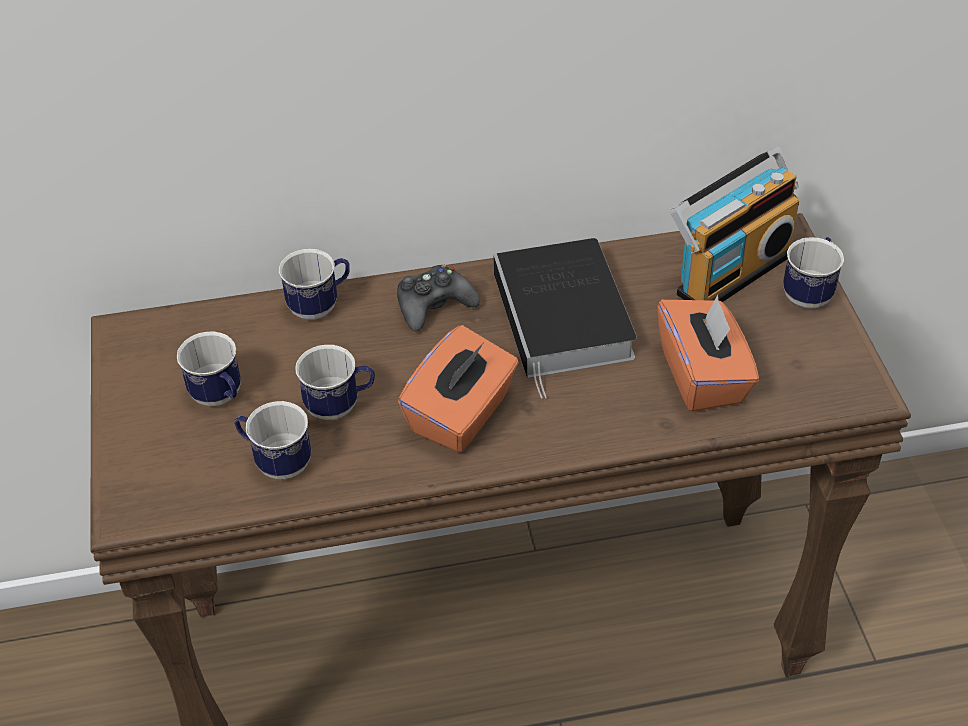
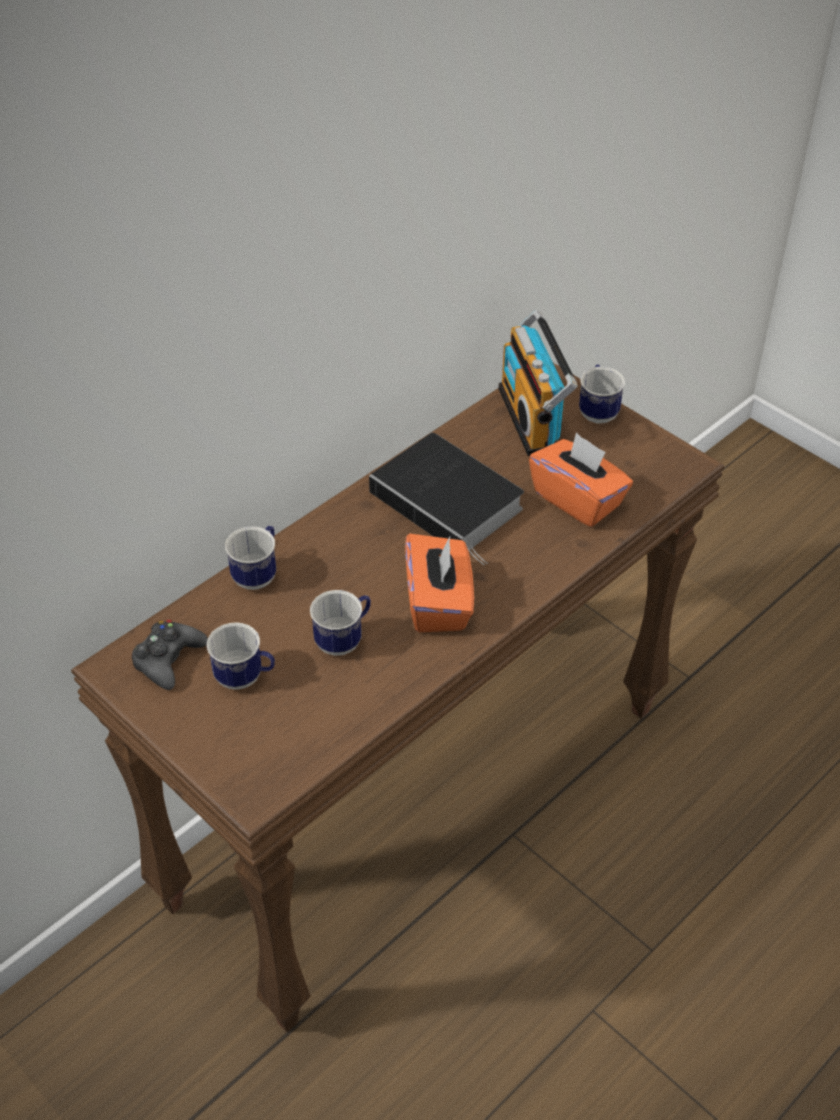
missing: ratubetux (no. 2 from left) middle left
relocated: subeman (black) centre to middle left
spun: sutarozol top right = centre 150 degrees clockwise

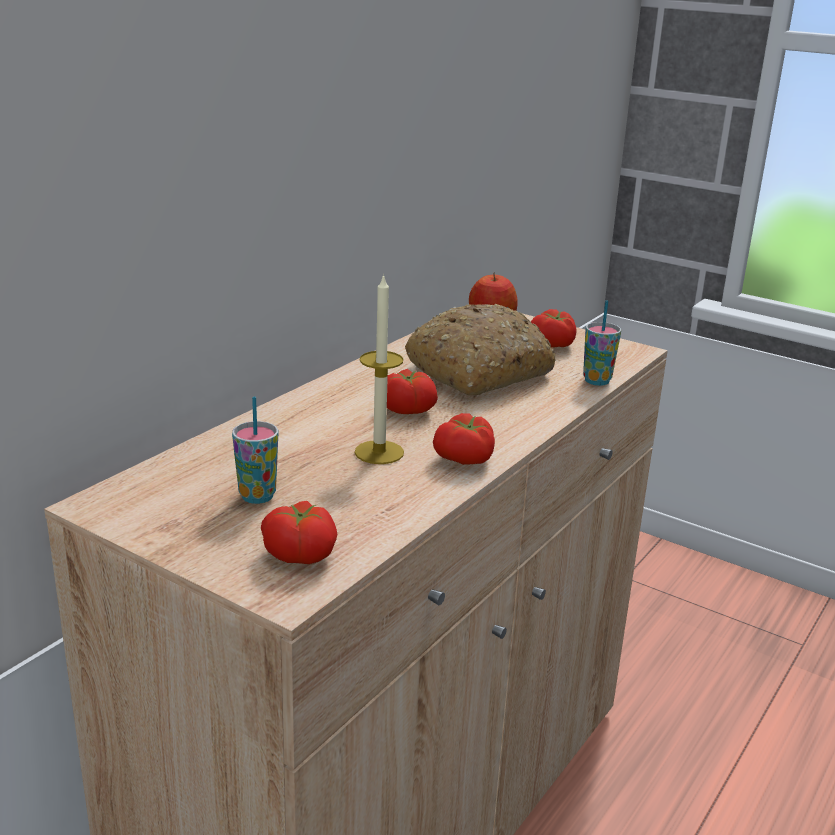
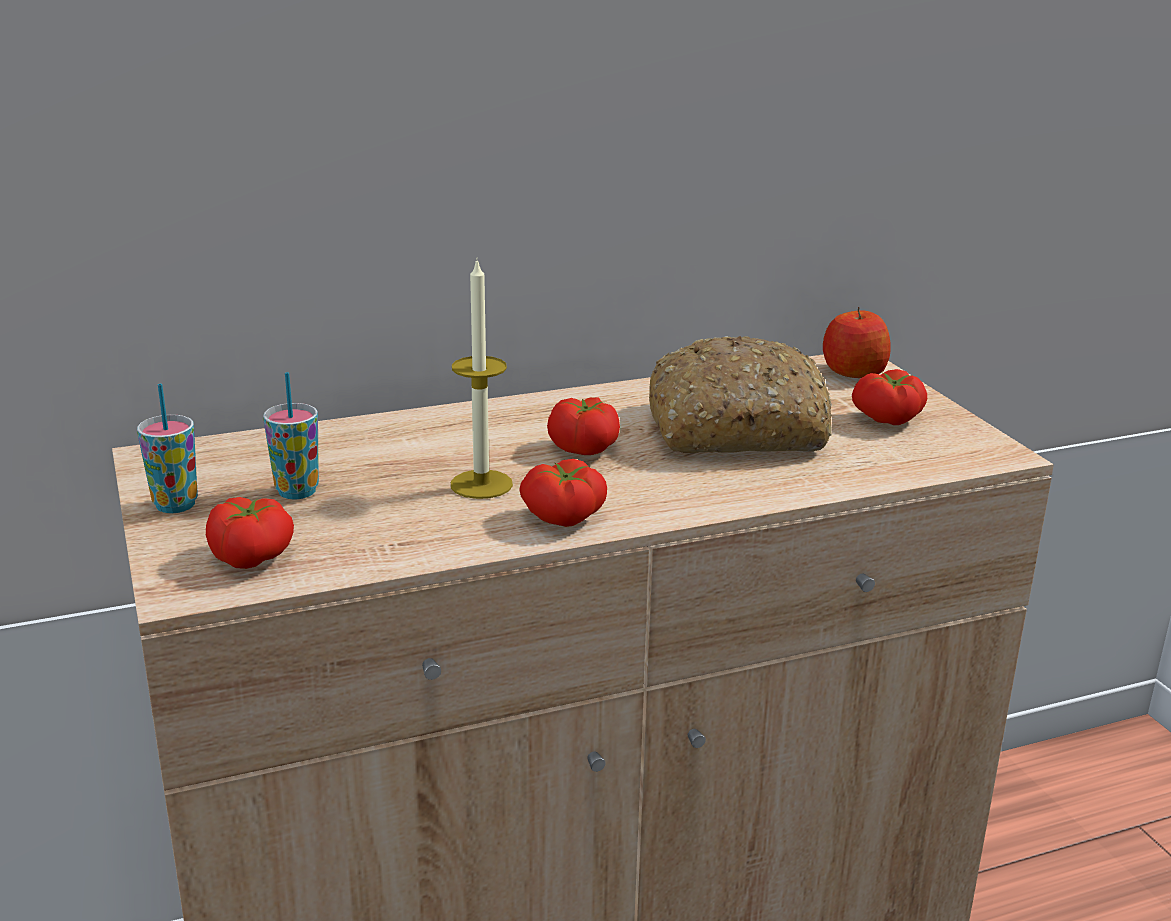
relocated: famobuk (no. 2 from left in the first image) middle right to famobuk (no. 1 from left) middle left

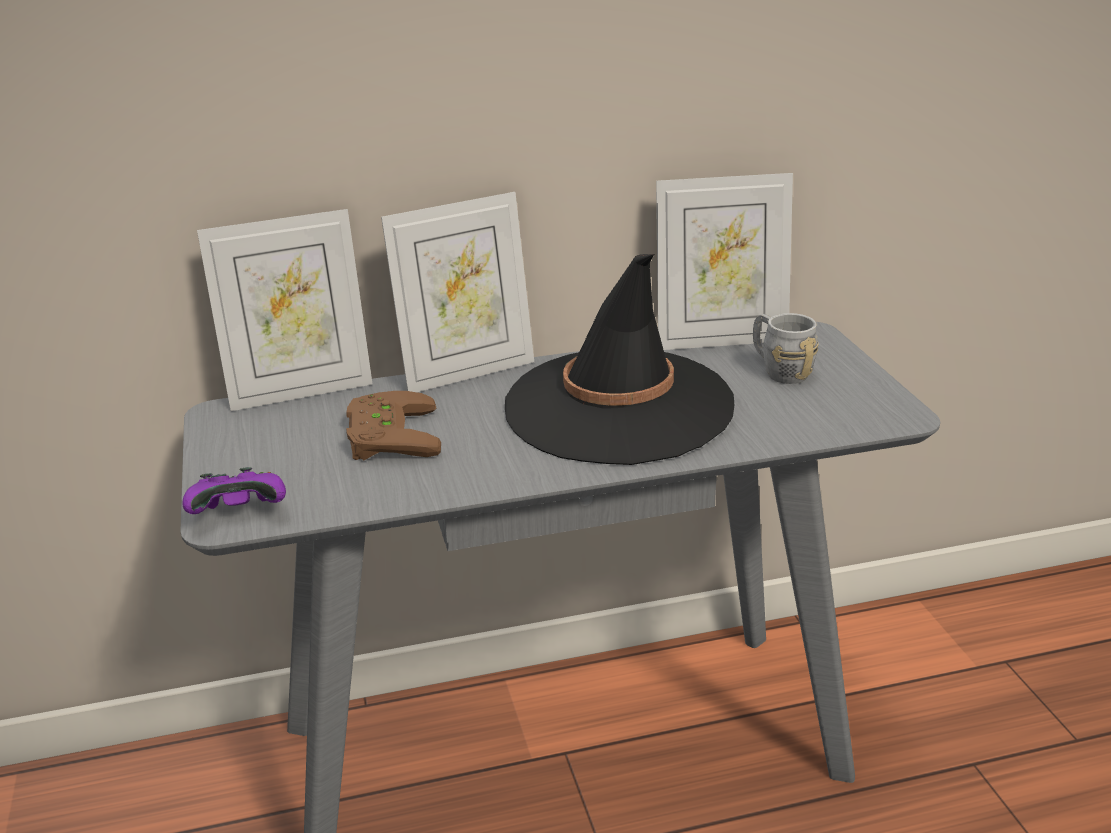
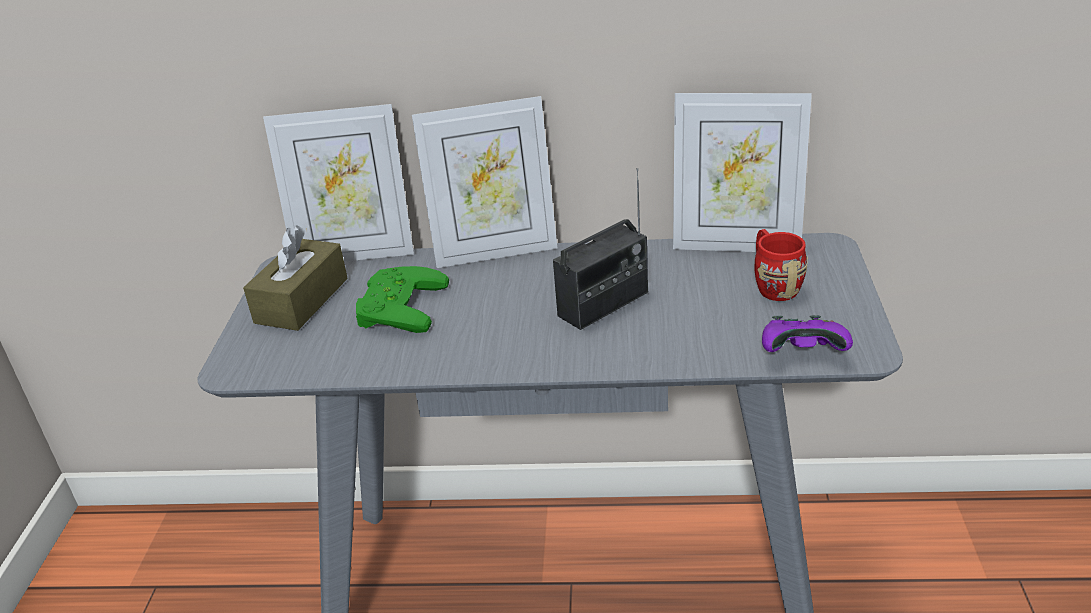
appeared: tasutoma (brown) middle left
relocated: subeman (purple) middle left to middle right
exchanged: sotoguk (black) centre to sutarozol centre
colour: subeman (brown) centre to subeman (green) centre; ratubetux (grey) middle right to ratubetux (red) middle right

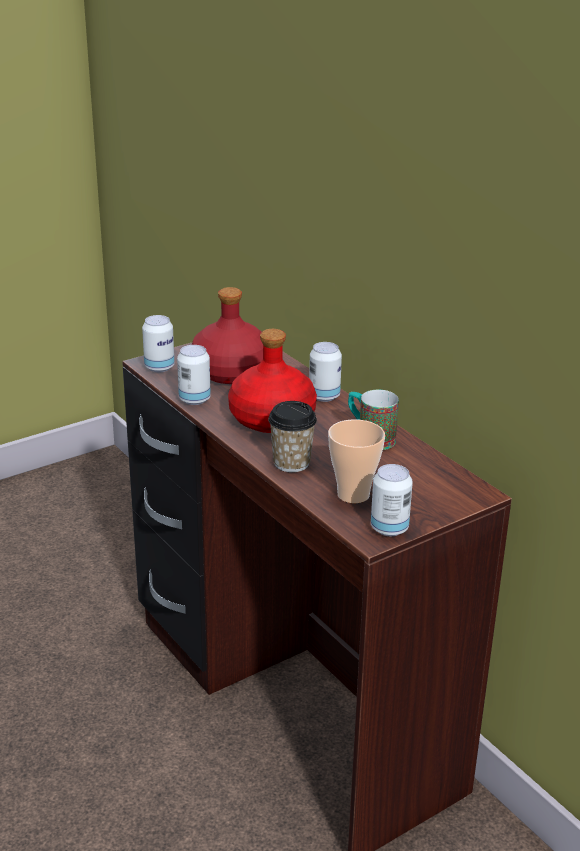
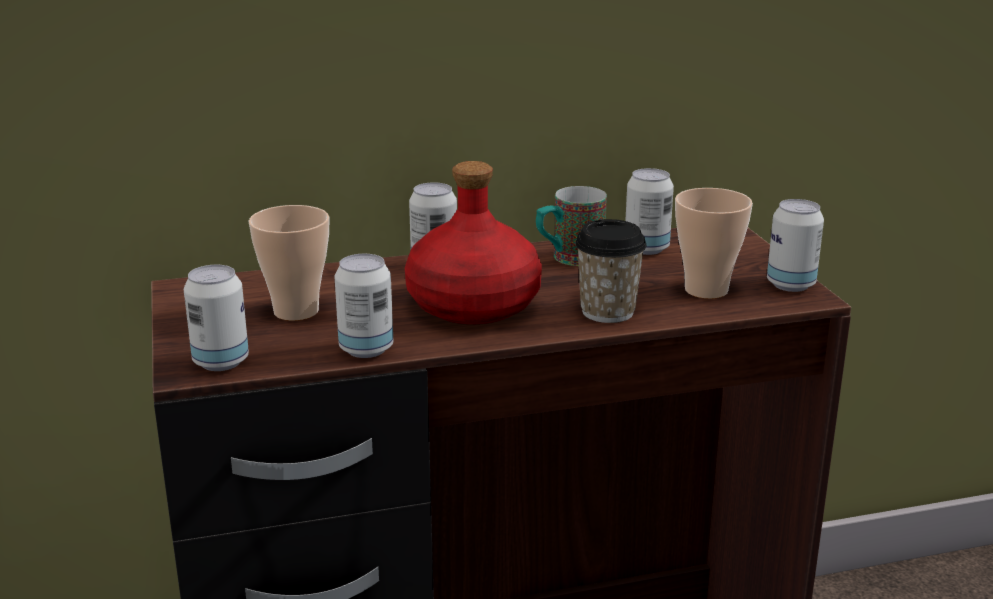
appeared: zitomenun (no. 4 from left) centre
exchanged: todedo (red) (no. 1 from left) centre to famobuk (no. 1 from left) middle left

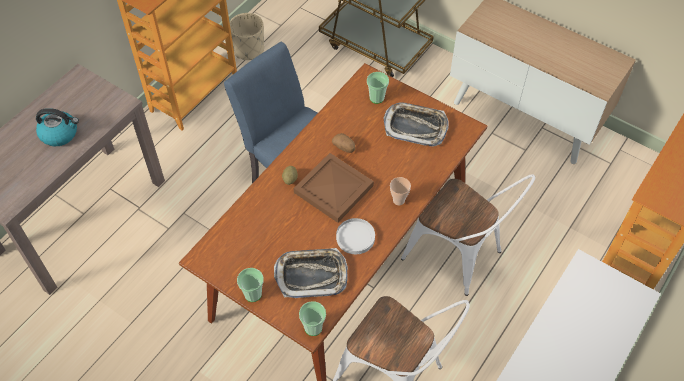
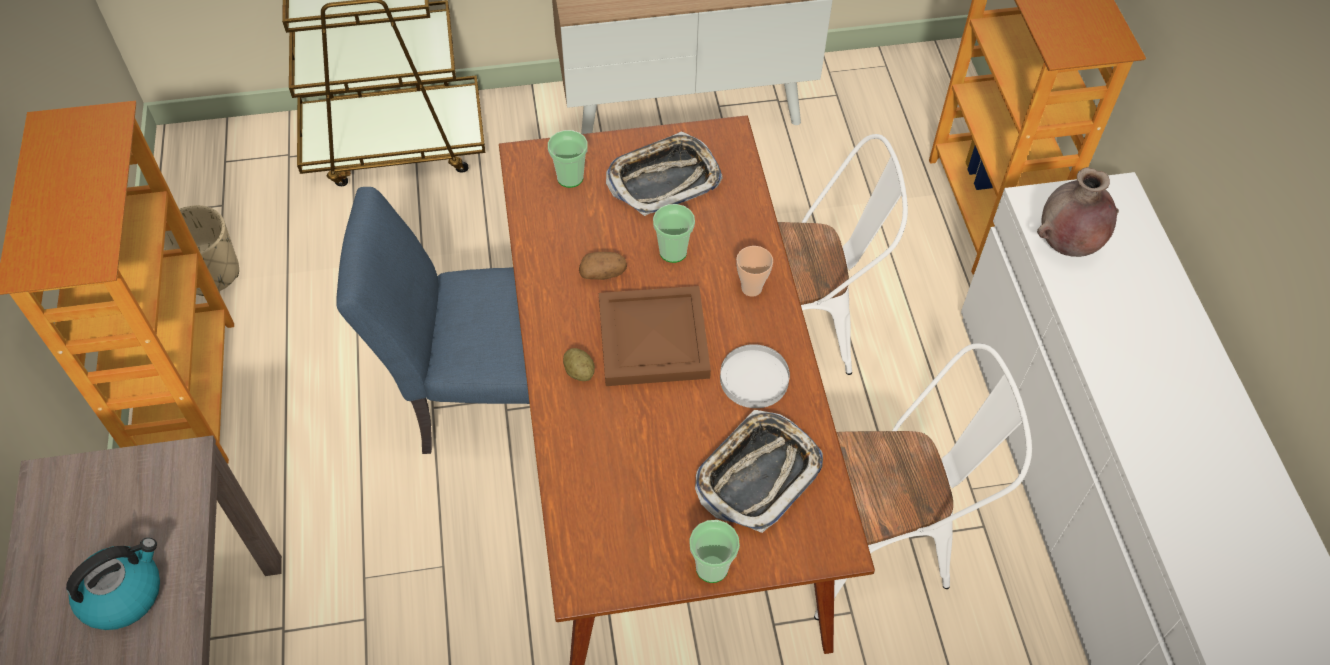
appeared: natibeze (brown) top right
relocated: famobuk (no. 2 from left) bottom centre to centre

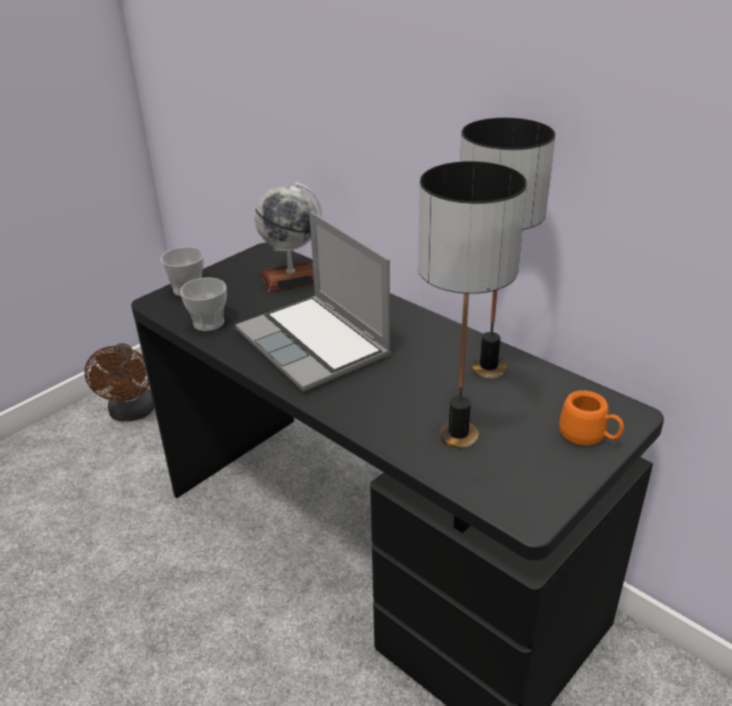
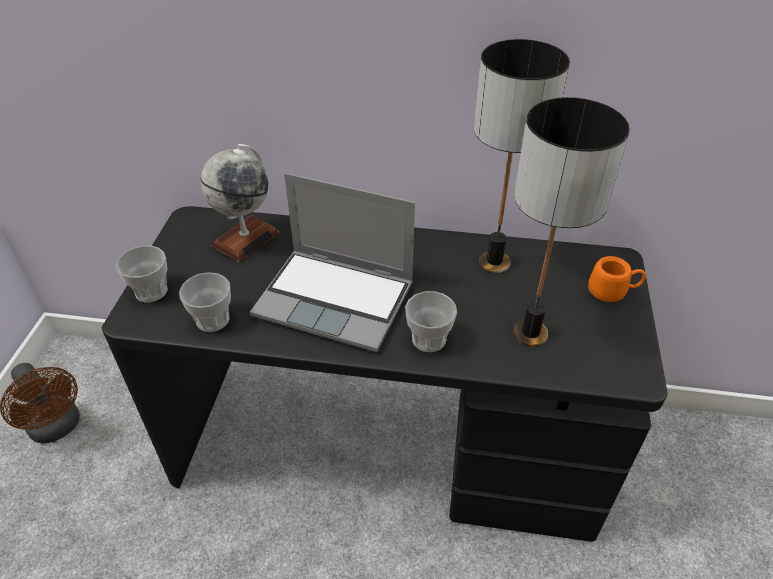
appeared: famobuk (no. 3 from left) centre

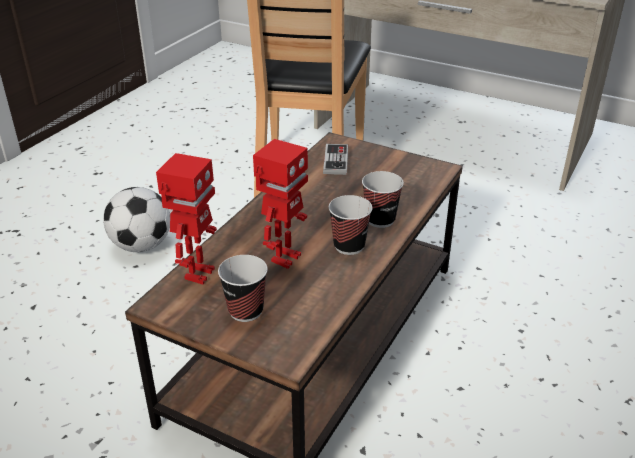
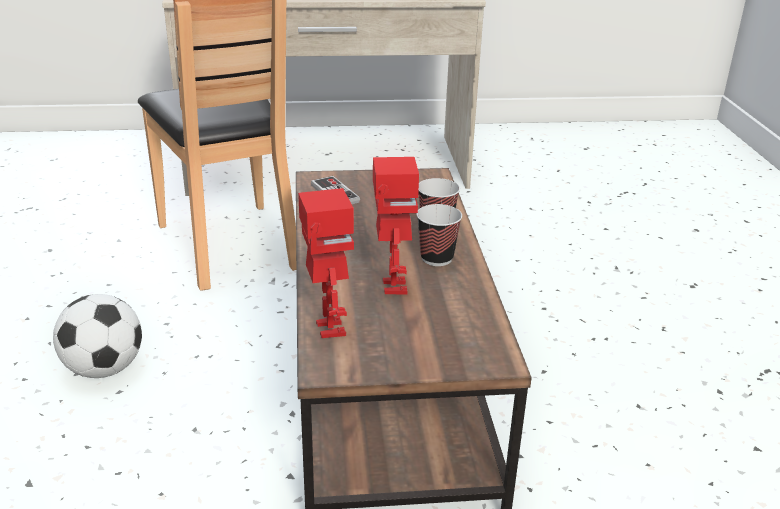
missing: famobuk (no. 1 from left) centre

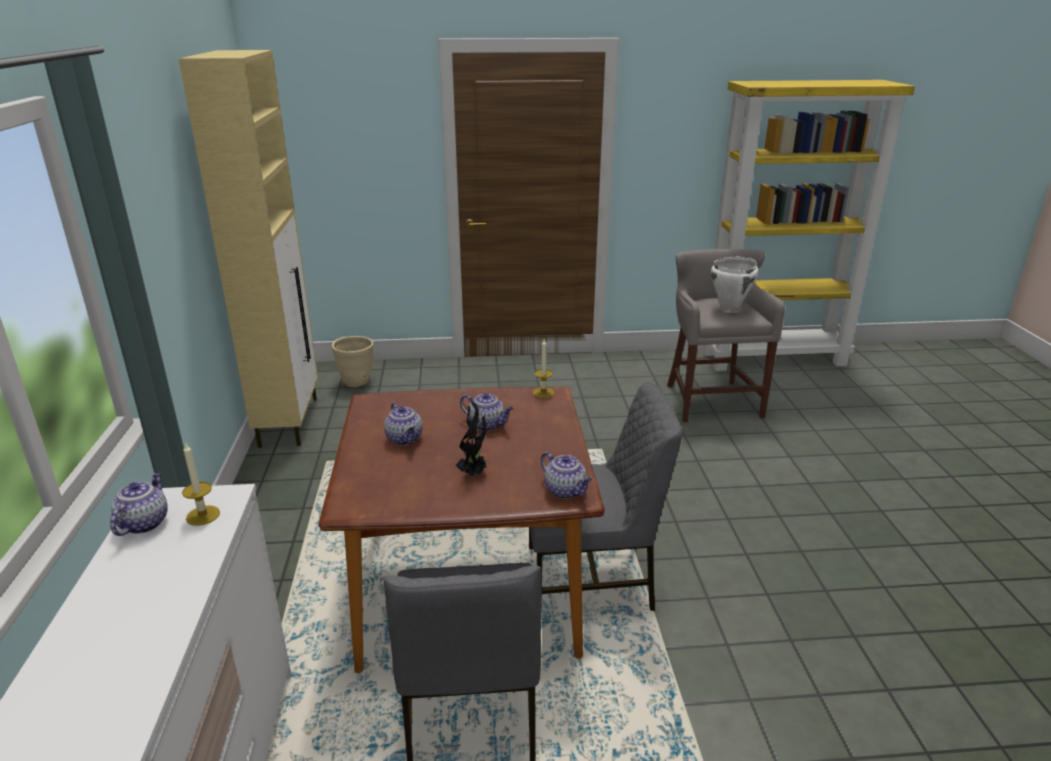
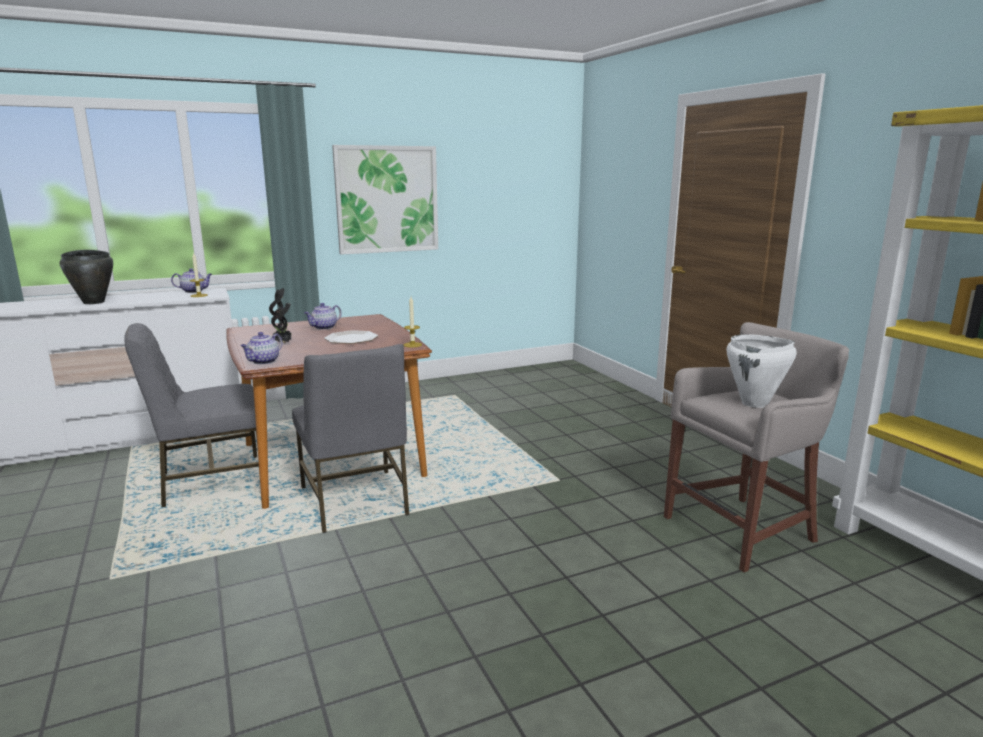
missing: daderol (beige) top left; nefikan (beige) centre
appeared: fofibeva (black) middle left; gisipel top centre
exchanged: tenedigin (no. 3 from left) centre to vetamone centre

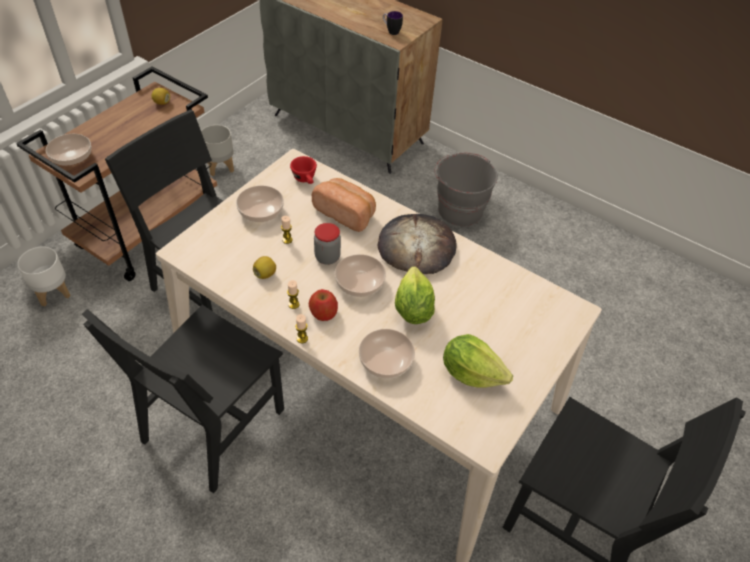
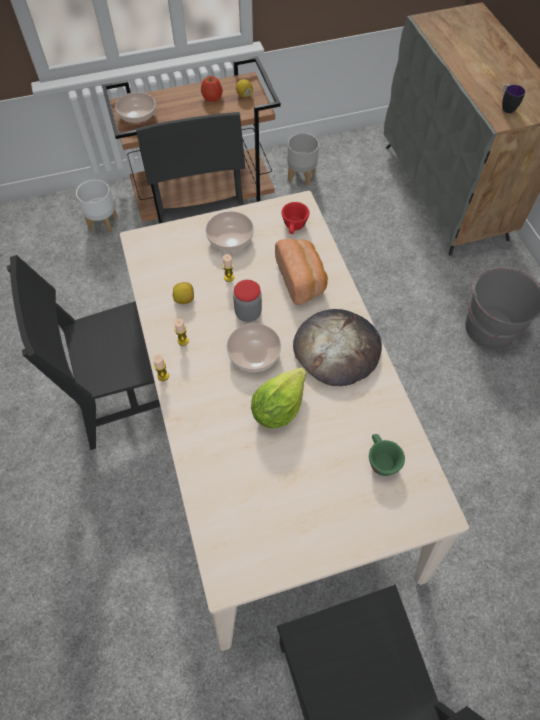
missing: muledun (no. 4 from left) centre; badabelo (no. 2 from left) centre
appeared: famobuk (green) middle right
relocated: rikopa centre to top centre

